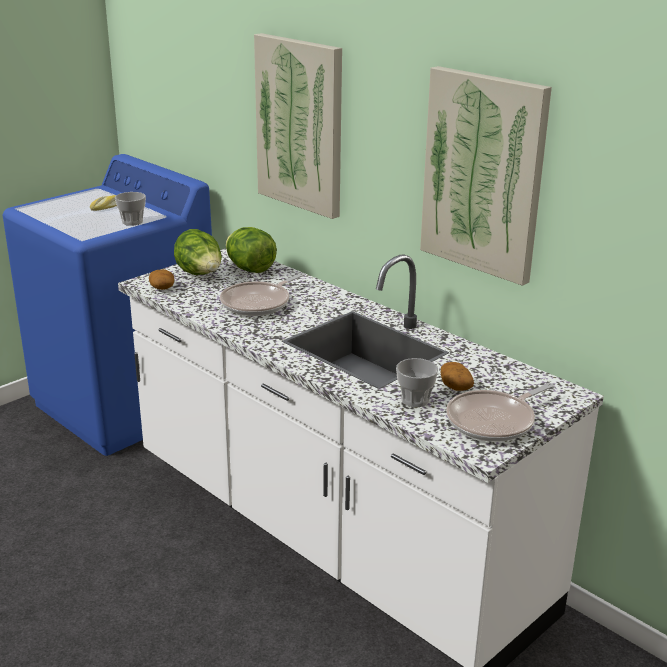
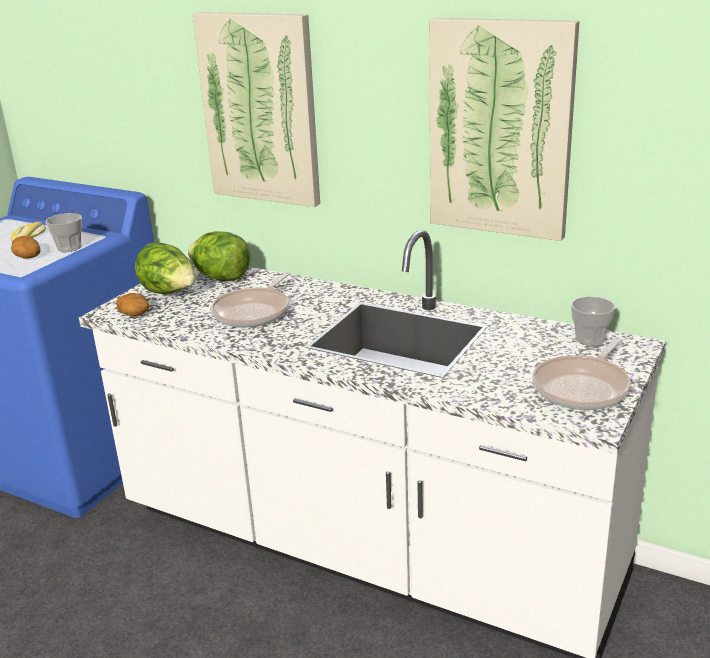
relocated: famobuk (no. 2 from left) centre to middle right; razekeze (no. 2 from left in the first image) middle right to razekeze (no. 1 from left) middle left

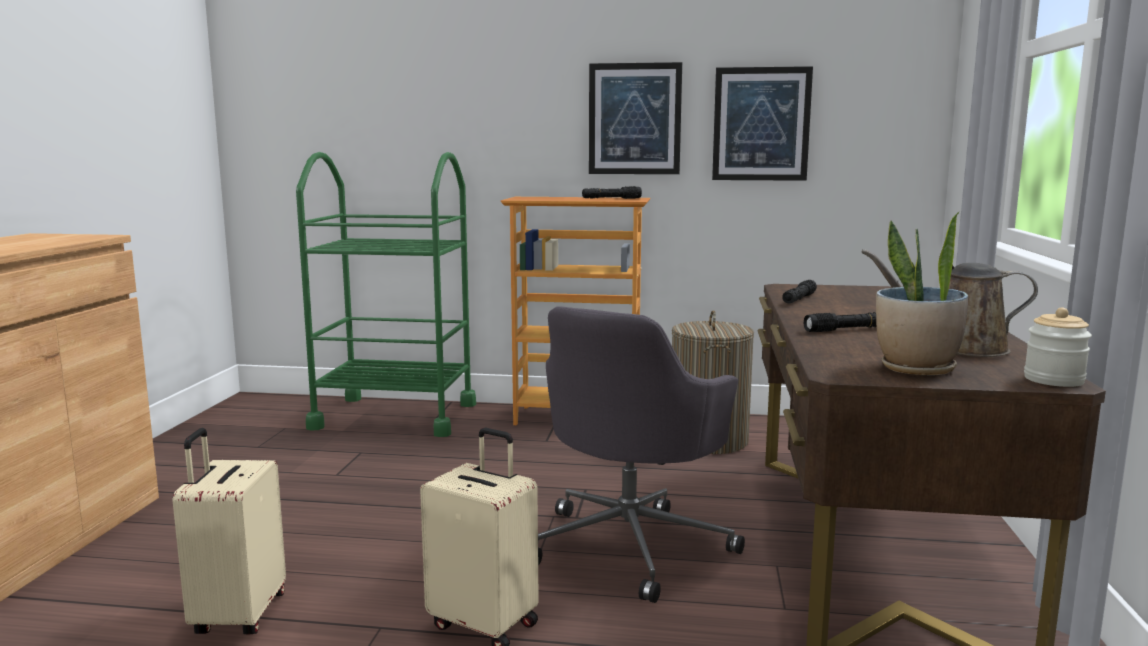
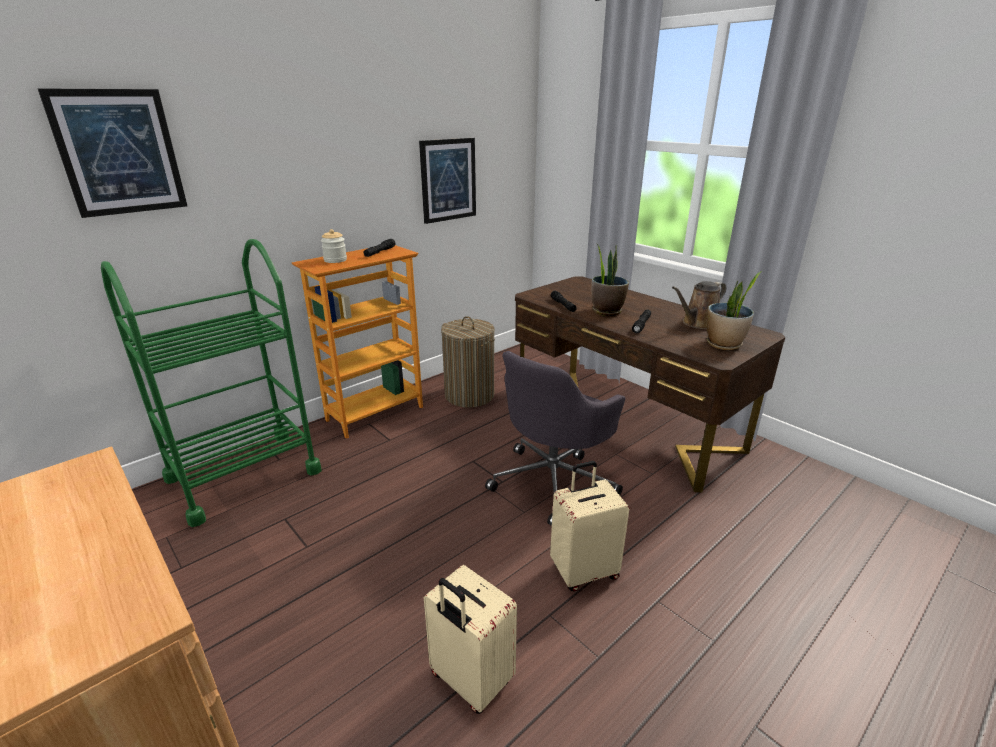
appeared: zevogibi (no. 1 from left) centre
relocated: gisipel (no. 1 from left) top centre to top left; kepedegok middle right to top centre
spun: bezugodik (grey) bottom centre = centre 60 degrees clockwise

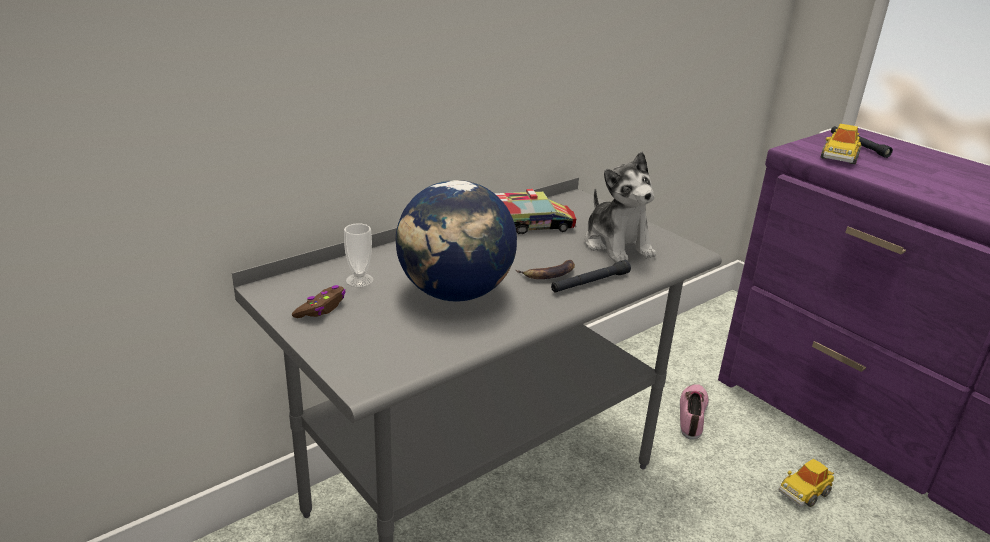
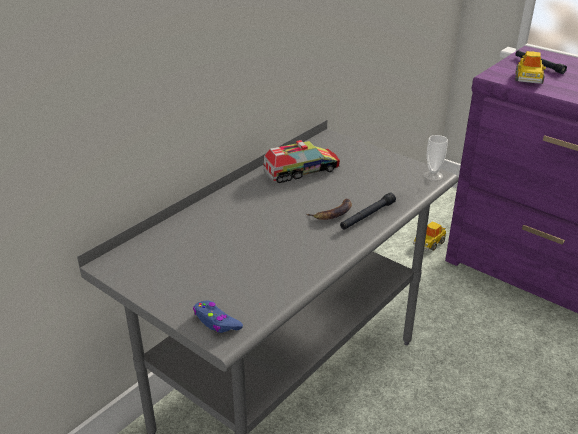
missing: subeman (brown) middle left; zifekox centre; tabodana centre; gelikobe bottom right
appeared: subeman (blue) bottom centre
relocated: famobuk centre to middle right; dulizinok (no. 1 from left) bottom right to middle right

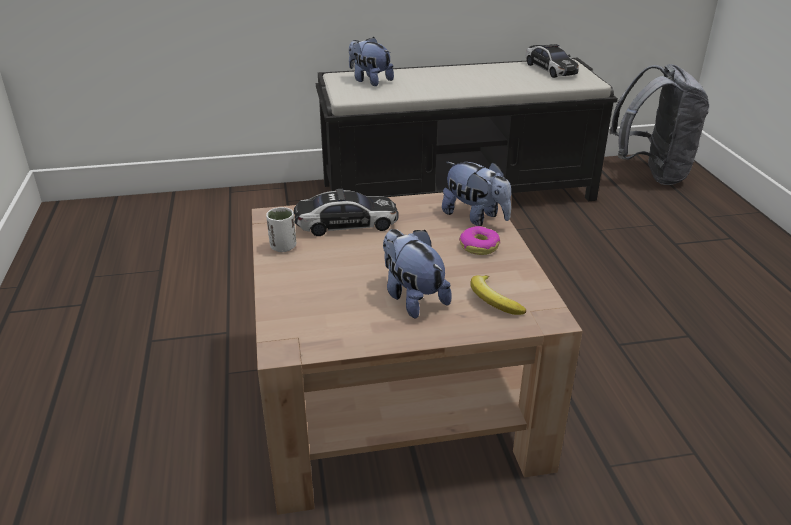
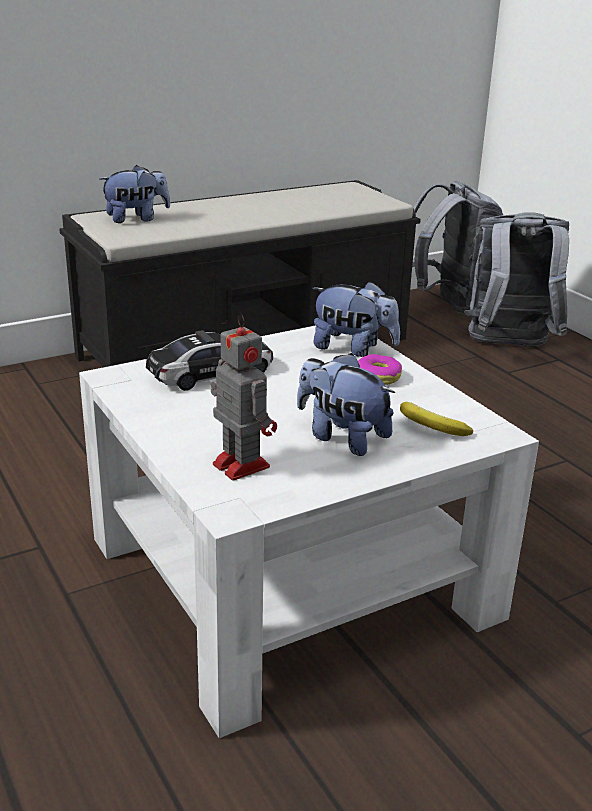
missing: famobuk (white) centre; dulizinok (no. 2 from left) top right
appeared: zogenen centre; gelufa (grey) (no. 2 from left) middle right
colour: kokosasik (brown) bottom centre to kokosasik (white) centre
spun: tabodana (no. 1 from left) top centre = top left 135 degrees clockwise

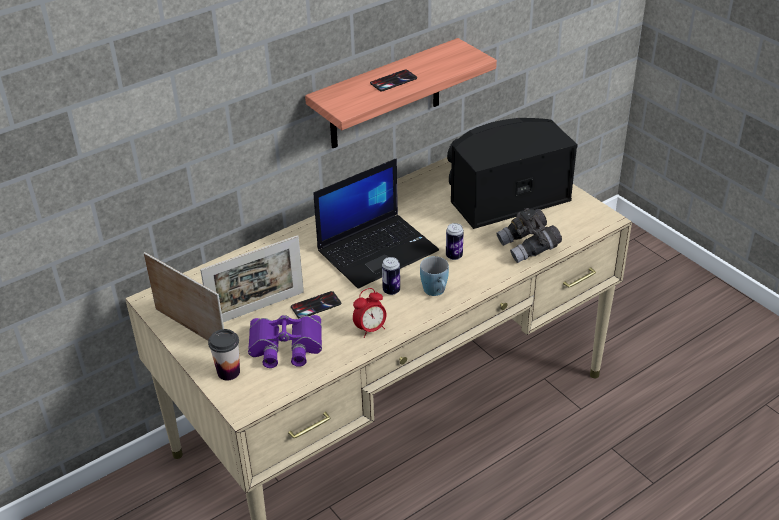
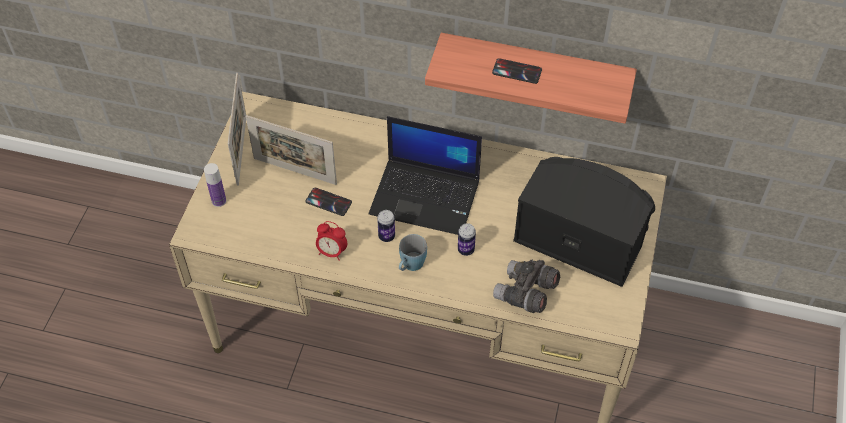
missing: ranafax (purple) centre
exchanged: famobuk bottom left to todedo middle left

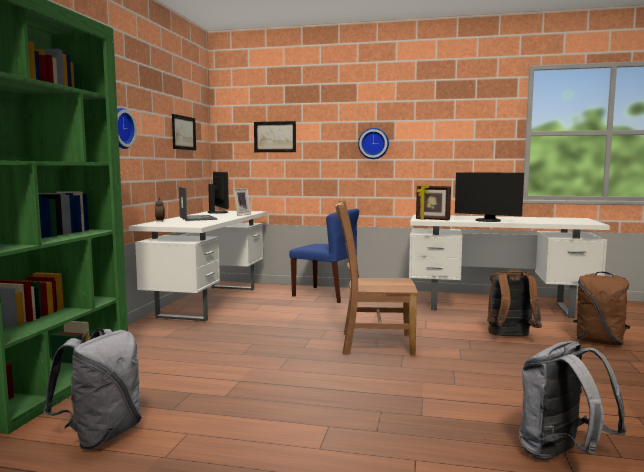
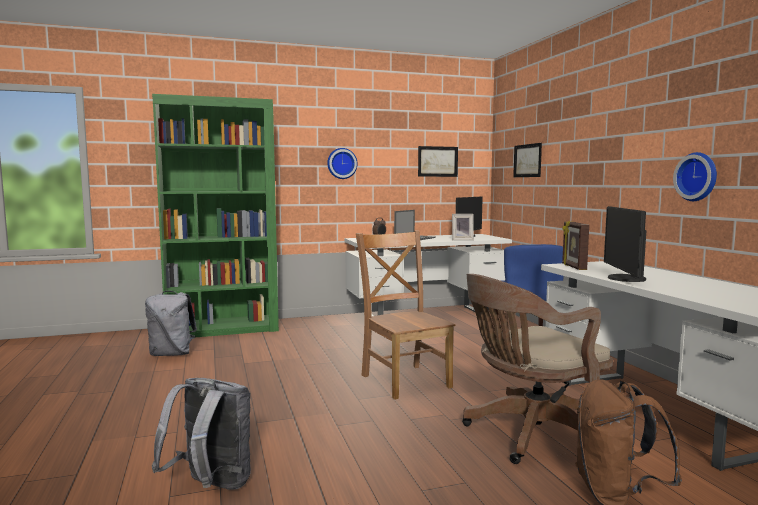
relocated: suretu (no. 2 from left) top centre to middle right
exchanged: gelufa (brown) (no. 1 from left) middle right to bezugodik (brown) bottom right

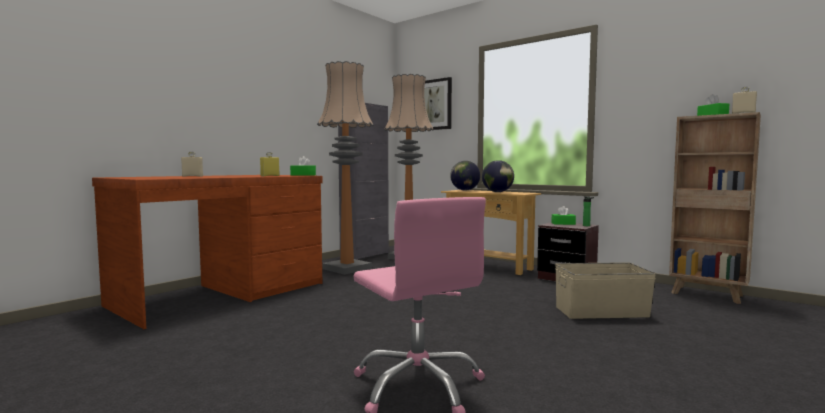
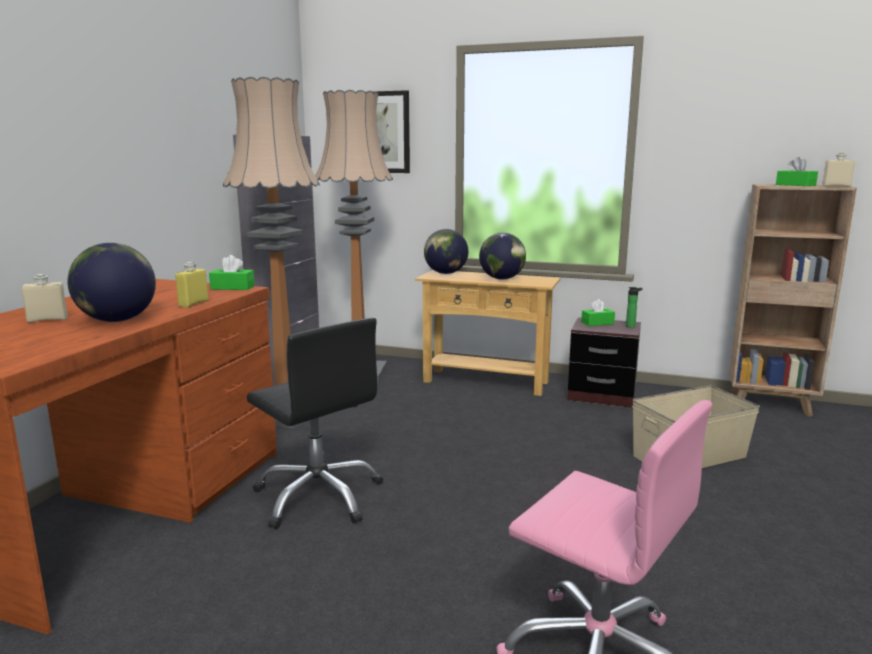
appeared: zifekox (no. 1 from left) middle left; bezugodik (black) centre

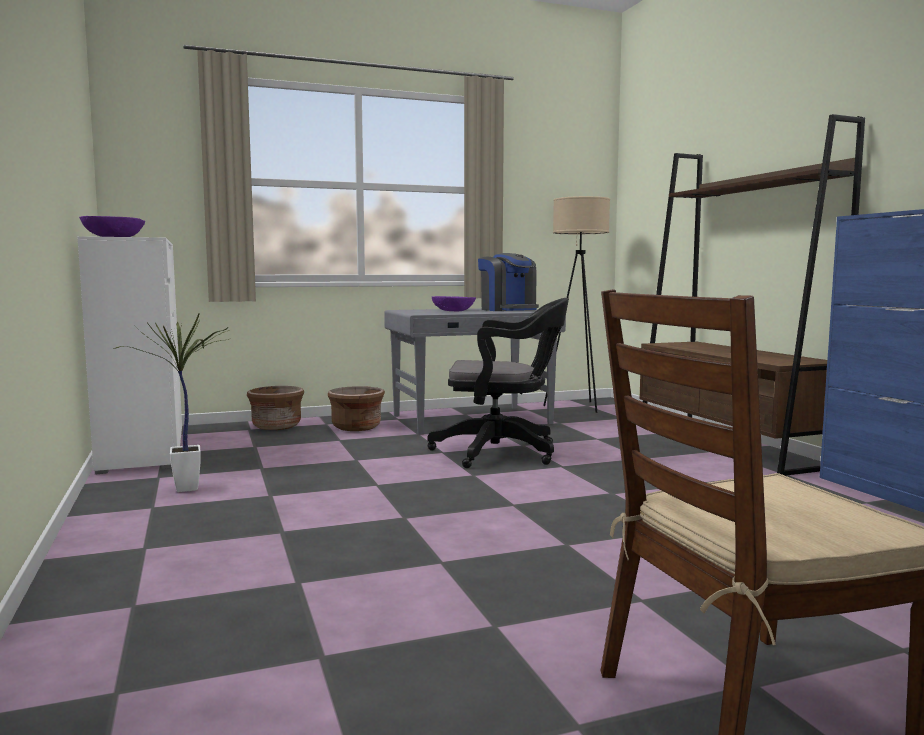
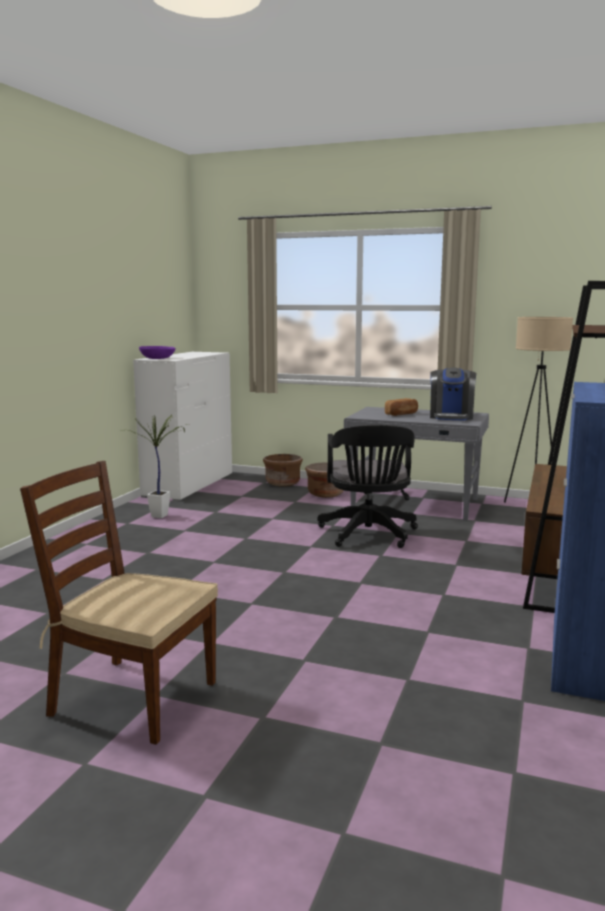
exchanged: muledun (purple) (no. 2 from left) centre to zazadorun centre
spun: bezugodik (black) centre = centre 45 degrees clockwise

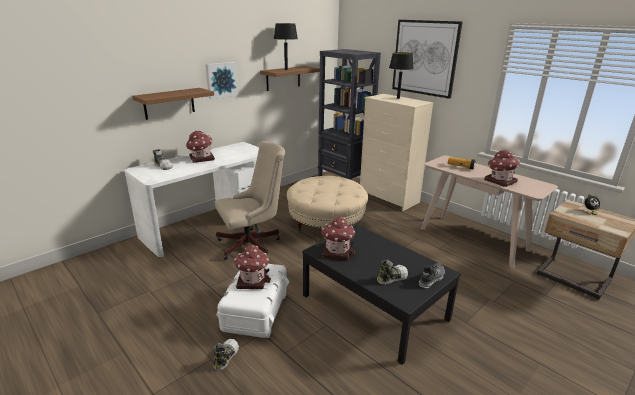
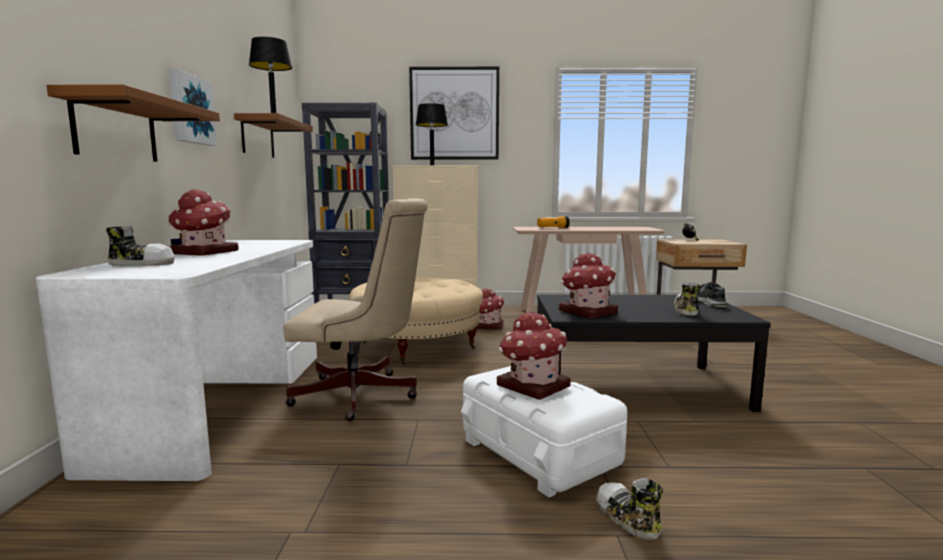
relocated: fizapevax (no. 4 from left in the first image) middle right to fizapevax (no. 2 from left) centre
spun: bezugodik (beige) centre = centre 75 degrees clockwise

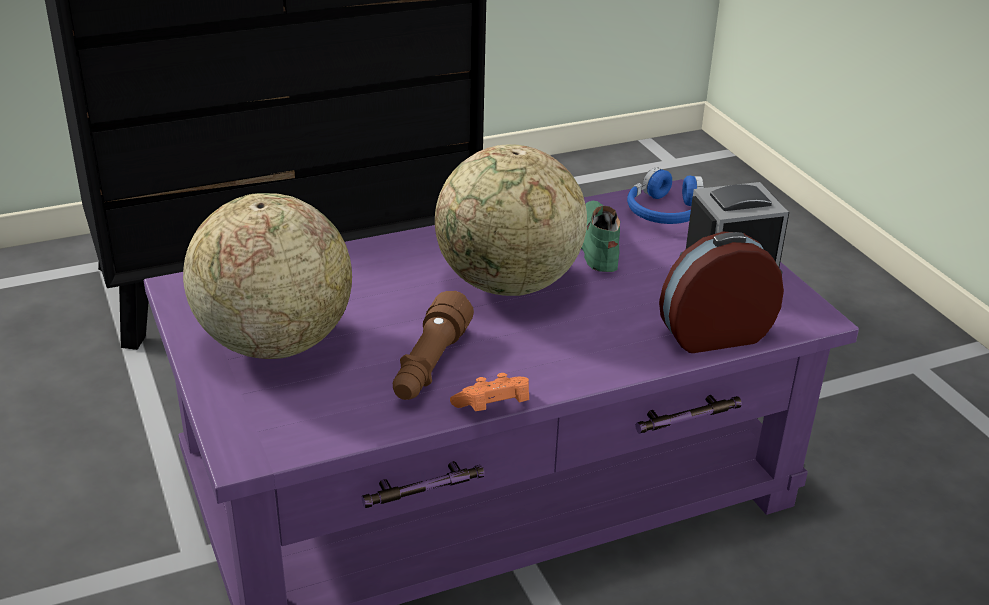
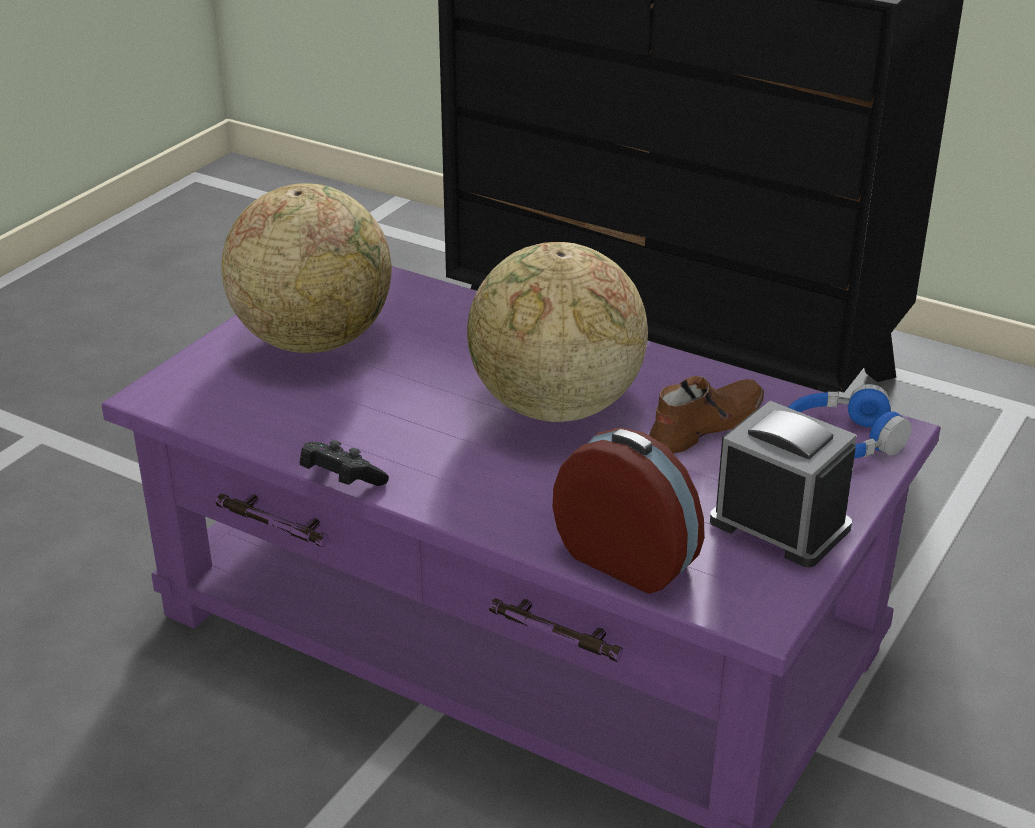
missing: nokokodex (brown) centre
colour: subeman (orange) centre to subeman (black) middle left; gelikobe (green) centre to gelikobe (brown) middle right

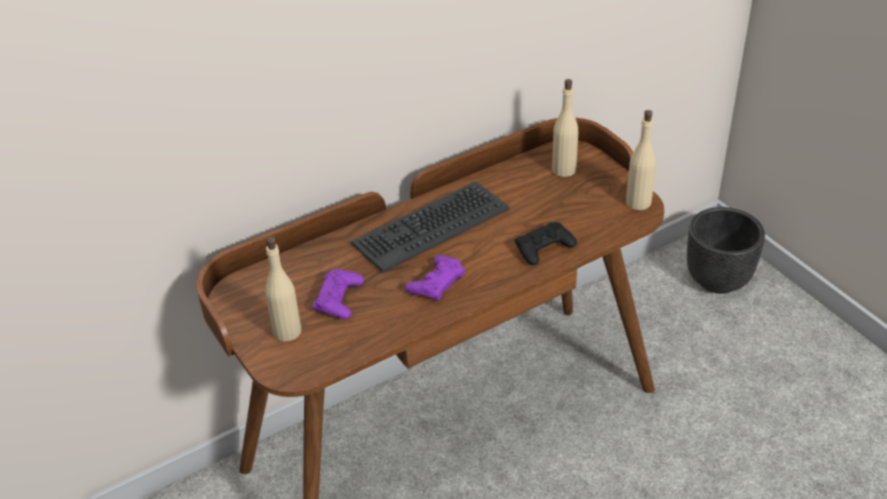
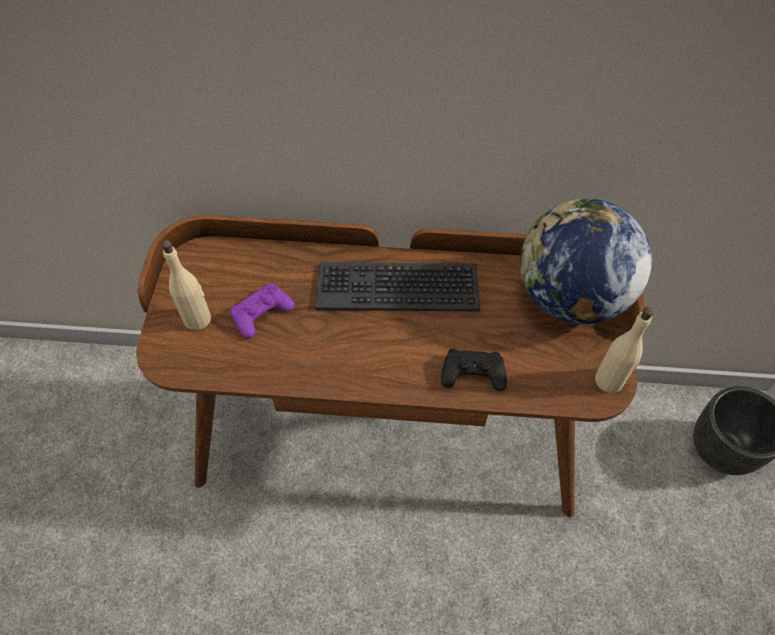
missing: subeman (purple) (no. 2 from left) centre
exchanged: todedo (beige) (no. 2 from left) top centre to zifekox middle right

